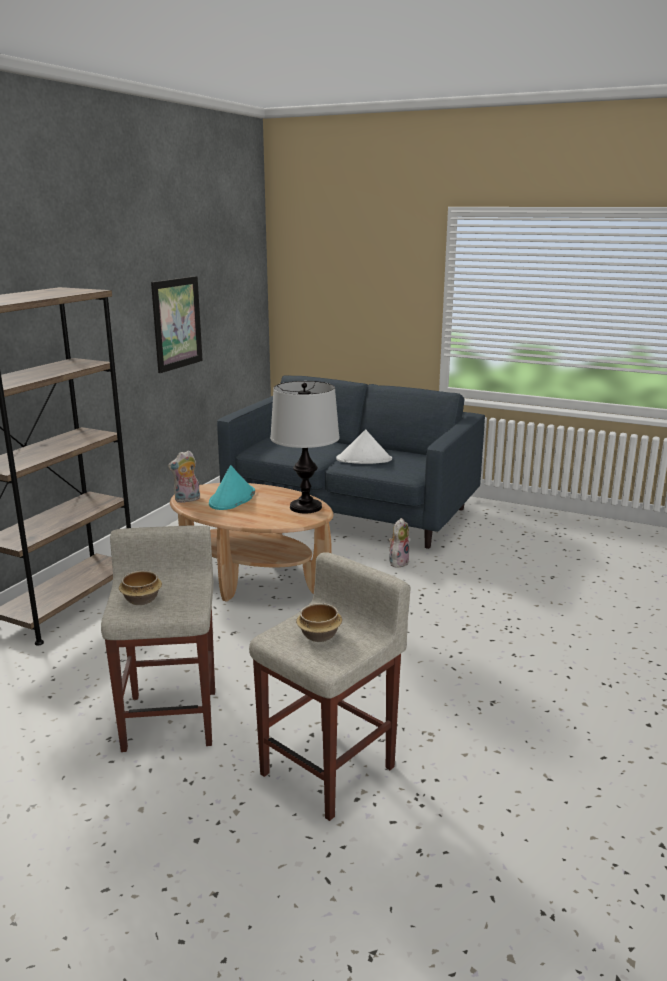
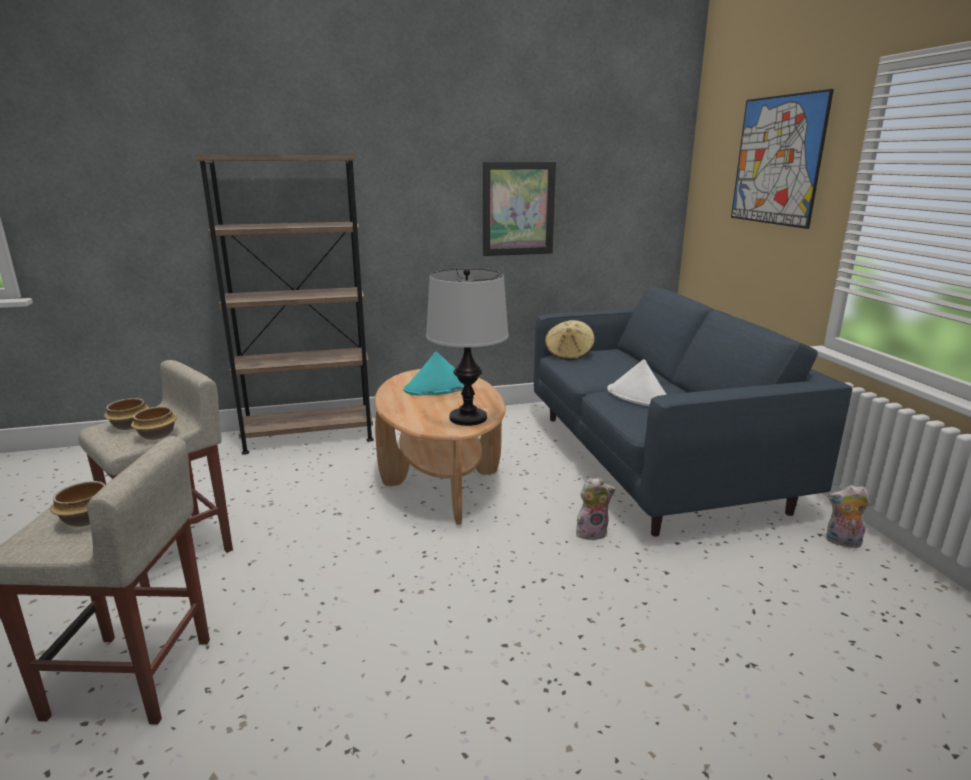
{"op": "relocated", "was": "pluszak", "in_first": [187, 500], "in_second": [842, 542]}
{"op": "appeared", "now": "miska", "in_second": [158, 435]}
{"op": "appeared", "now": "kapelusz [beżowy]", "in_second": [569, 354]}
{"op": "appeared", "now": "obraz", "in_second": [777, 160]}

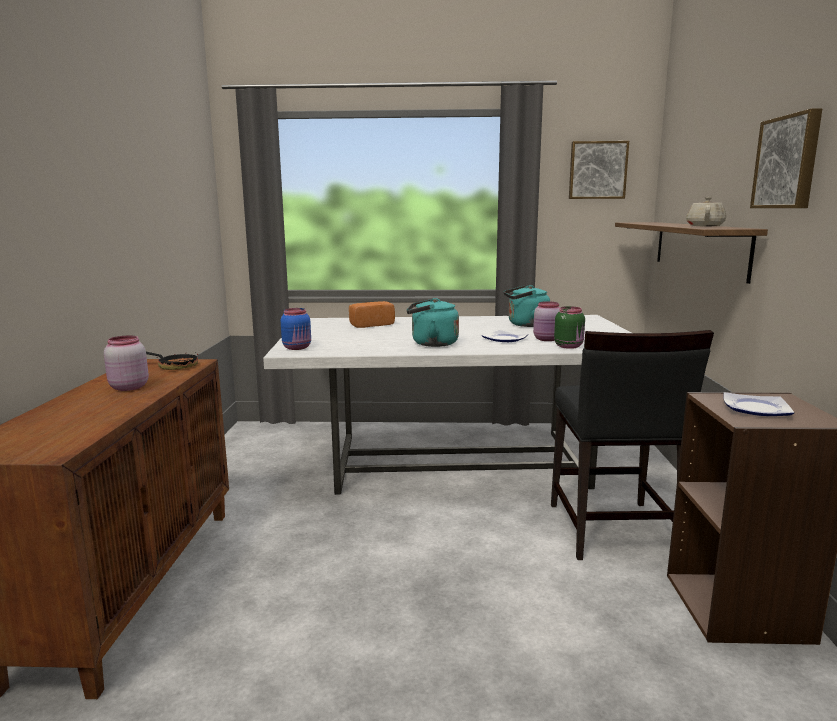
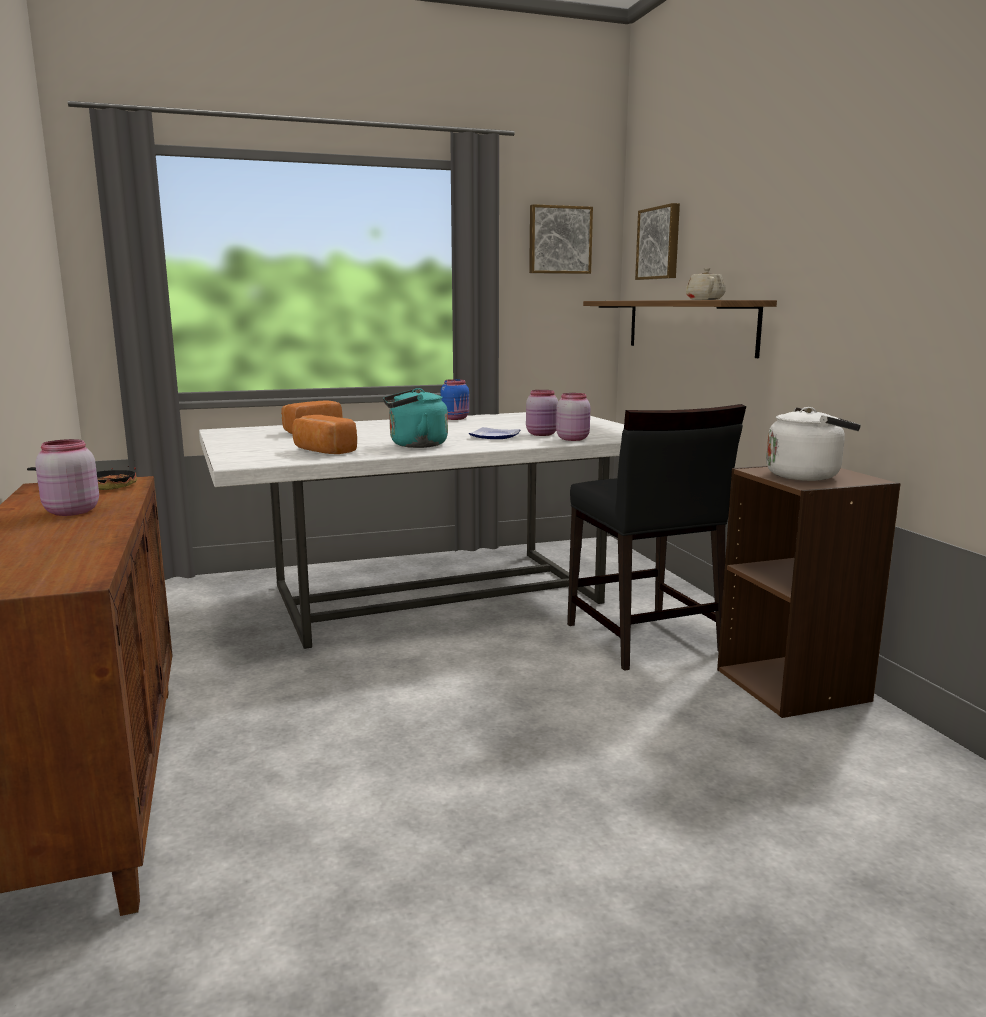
{"op": "relocated", "was": "słoik [niebieski]", "in_first": [297, 348], "in_second": [456, 418]}
{"op": "missing", "was": "czajnik [turkusowy]", "in_first": [525, 325]}
{"op": "colour", "was": "słoik [zielony]", "now": "słoik [różowy]", "in_first": [569, 346], "in_second": [573, 439]}
{"op": "exchanged", "was": "talerz", "now": "czajnik [biały]", "in_first": [757, 409], "in_second": [807, 476]}
{"op": "relocated", "was": "obraz", "in_first": [788, 162], "in_second": [660, 243]}
{"op": "appeared", "now": "chleb", "in_second": [322, 451]}

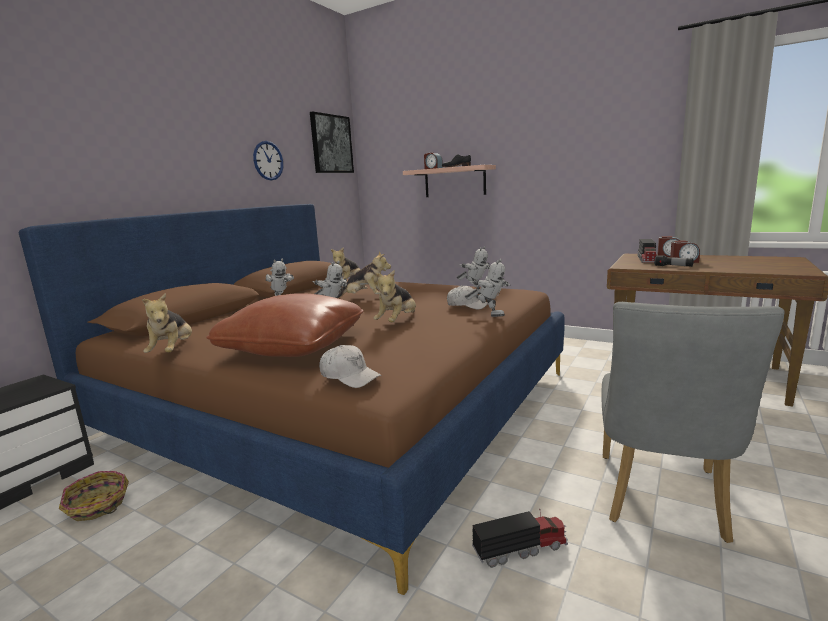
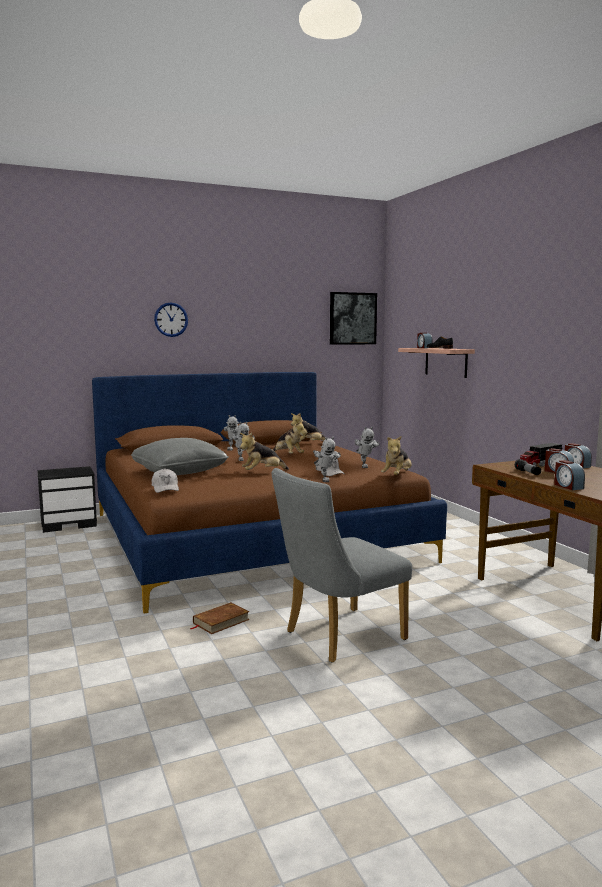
{"op": "missing", "was": "koszyk", "in_first": [97, 506]}
{"op": "relocated", "was": "pluszak", "in_first": [173, 351], "in_second": [397, 476]}
{"op": "colour", "was": "poduszka [brązowy]", "now": "poduszka [szary]", "in_first": [293, 347], "in_second": [179, 472]}
{"op": "relocated", "was": "zegar ścienny", "in_first": [268, 160], "in_second": [171, 319]}
{"op": "exchanged", "was": "ciężarówka zabawkowa", "now": "książka [brązowy]", "in_first": [521, 548], "in_second": [220, 621]}
{"op": "appeared", "now": "budzik", "in_second": [568, 486]}

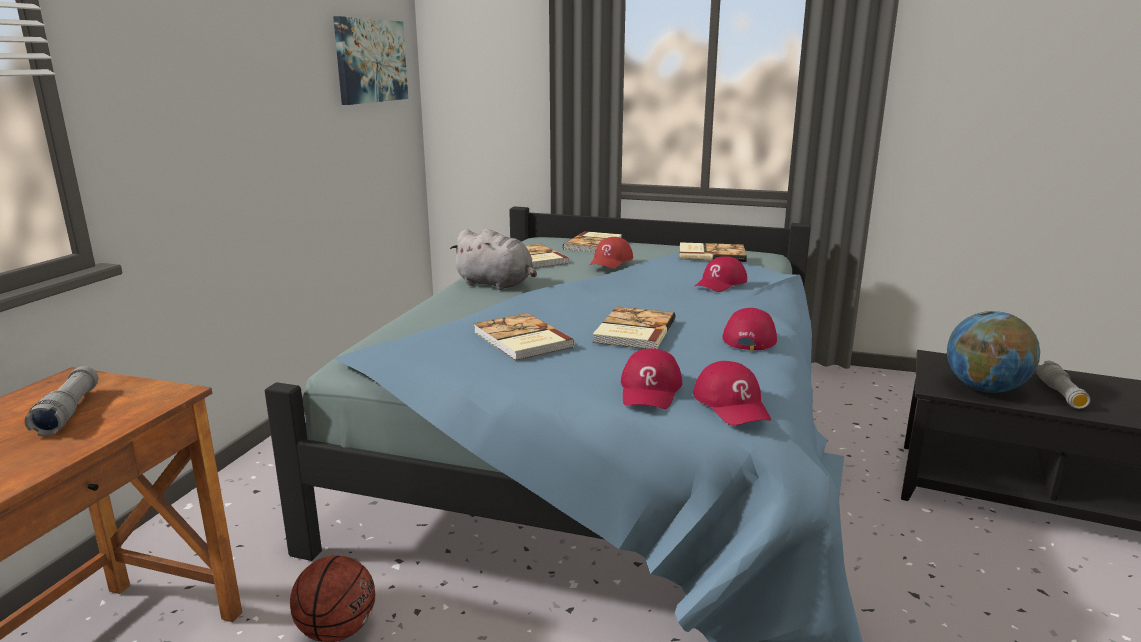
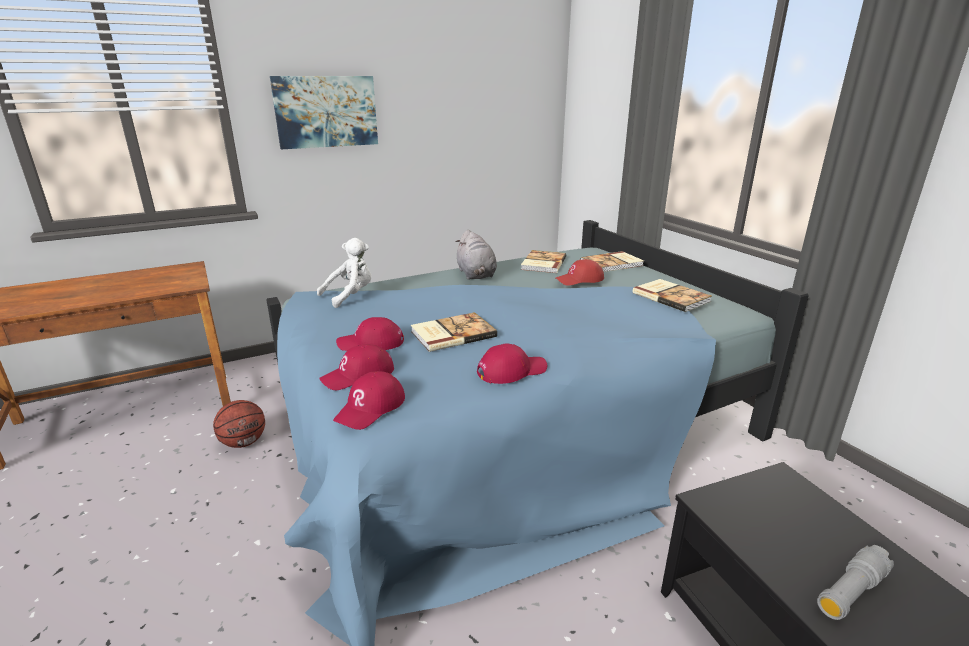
{"op": "missing", "was": "latarka [szary]", "in_first": [69, 412]}
{"op": "relocated", "was": "obraz", "in_first": [370, 61], "in_second": [326, 111]}
{"op": "missing", "was": "książka", "in_first": [521, 340]}
{"op": "relocated", "was": "czapka z daszkiem [czerwony]", "in_first": [720, 283], "in_second": [371, 343]}
{"op": "missing", "was": "globus", "in_first": [984, 389]}
{"op": "appeared", "now": "pluszak [biały]", "in_second": [350, 296]}

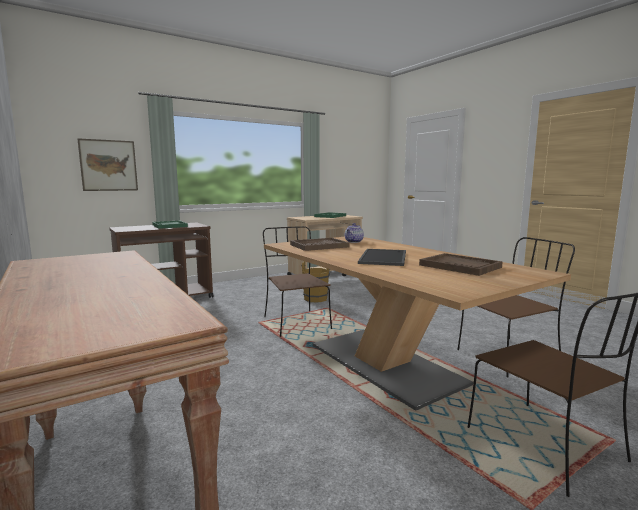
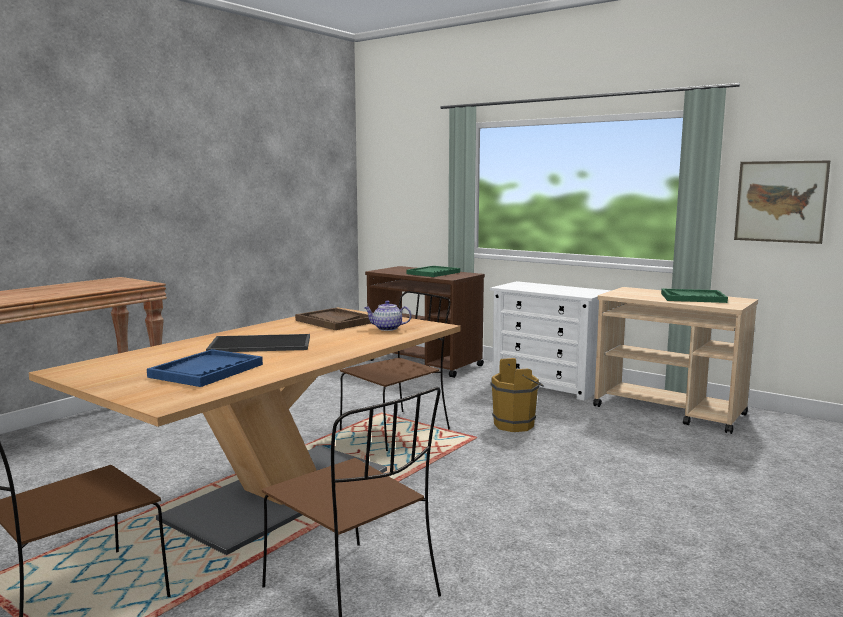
{"op": "relocated", "was": "obraz", "in_first": [108, 165], "in_second": [780, 201]}
{"op": "colour", "was": "taca [brązowy]", "now": "taca [niebieski]", "in_first": [460, 266], "in_second": [206, 371]}
{"op": "appeared", "now": "komoda [biały]", "in_second": [548, 384]}

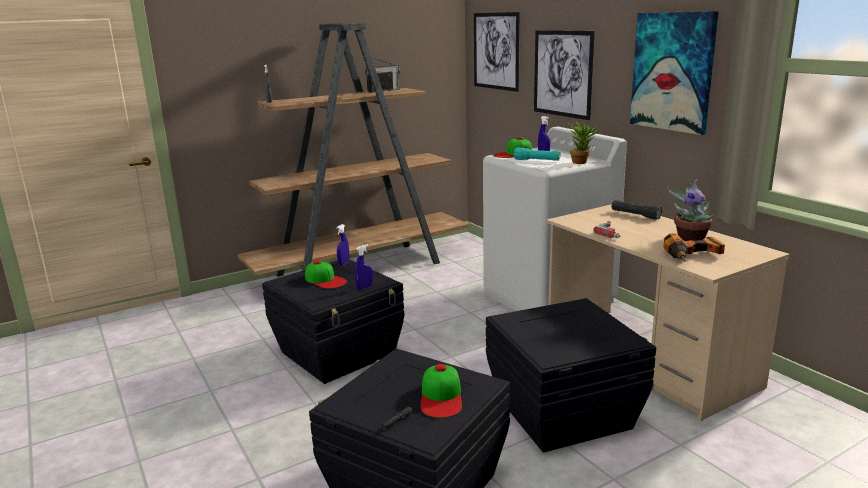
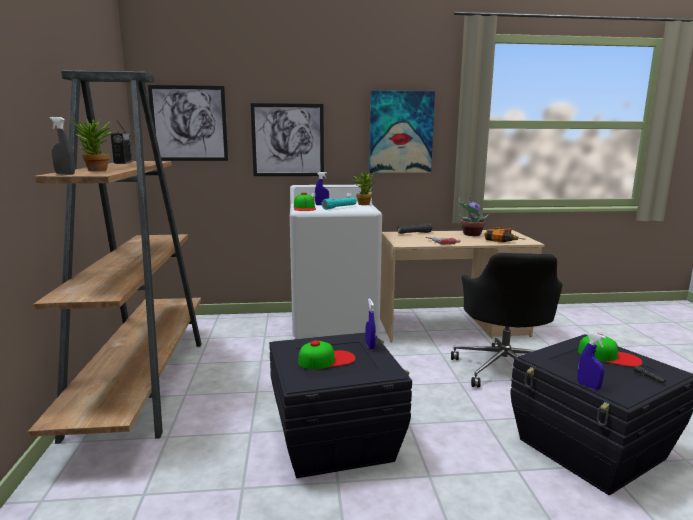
{"op": "relocated", "was": "spryskiwacz [niebieski]", "in_first": [343, 263], "in_second": [588, 386]}
{"op": "exchanged", "was": "pojemnik do przechowywania [czarny]", "now": "krzesło biurowe [czarny]", "in_first": [563, 411], "in_second": [504, 368]}
{"op": "appeared", "now": "roślina doniczkowa", "in_second": [97, 170]}

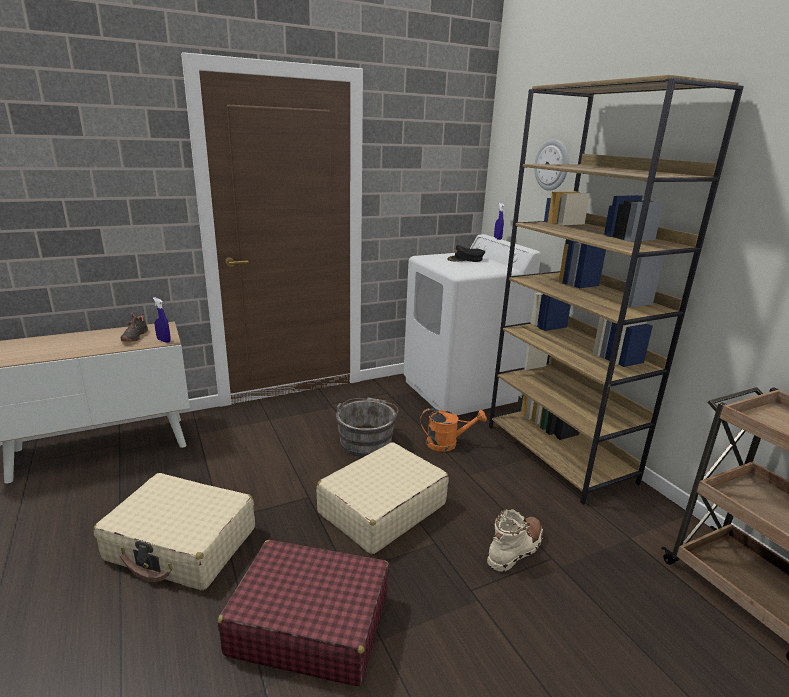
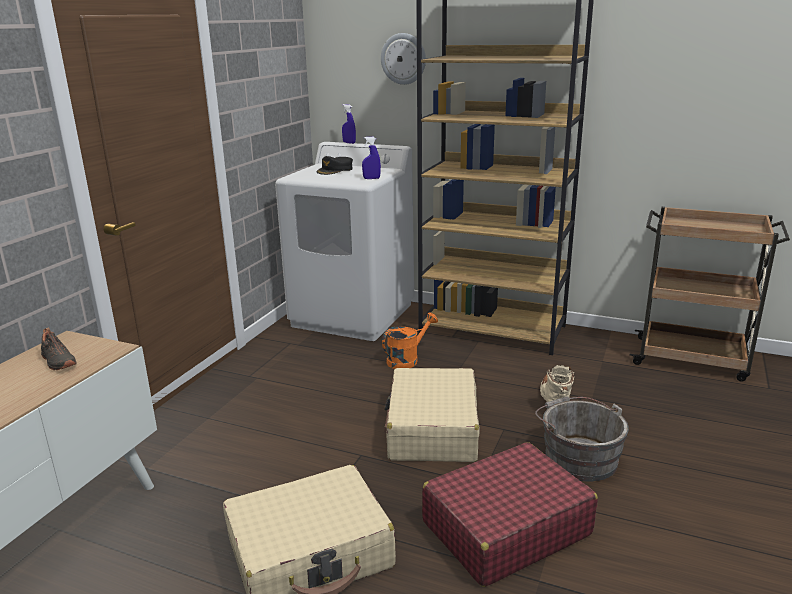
{"op": "relocated", "was": "spryskiwacz [niebieski]", "in_first": [163, 341], "in_second": [371, 178]}
{"op": "relocated", "was": "wiadro [szary]", "in_first": [366, 441], "in_second": [578, 457]}

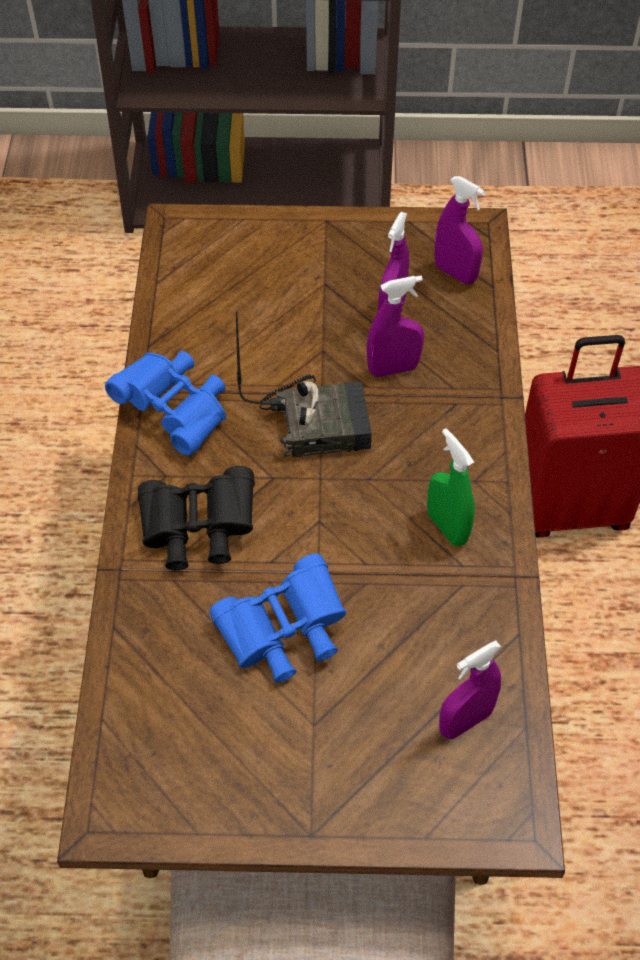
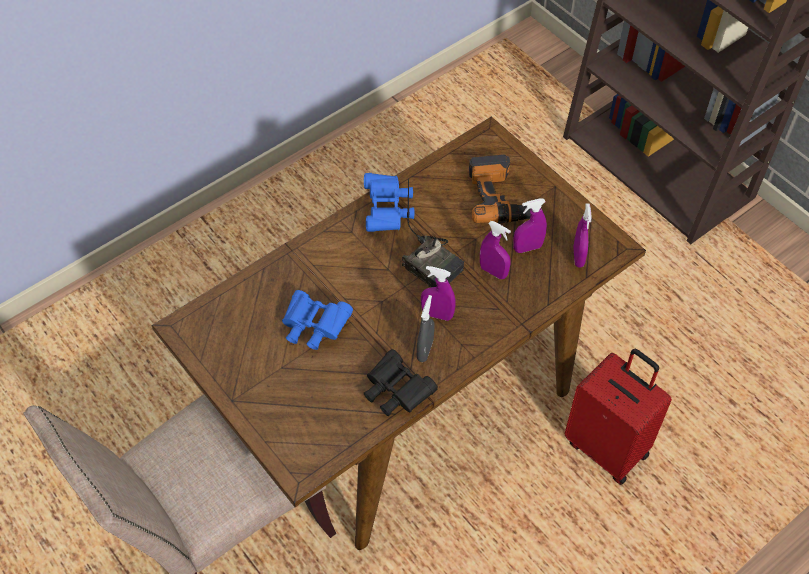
{"op": "relocated", "was": "lornetka [czarny]", "in_first": [197, 531], "in_second": [396, 392]}
{"op": "colour", "was": "spryskiwacz [zielony]", "now": "spryskiwacz [szary]", "in_first": [447, 527], "in_second": [425, 350]}
{"op": "relocated", "was": "spryskiwacz [fioletowy]", "in_first": [465, 721], "in_second": [437, 315]}
{"op": "appeared", "now": "wiertarka", "in_second": [499, 197]}

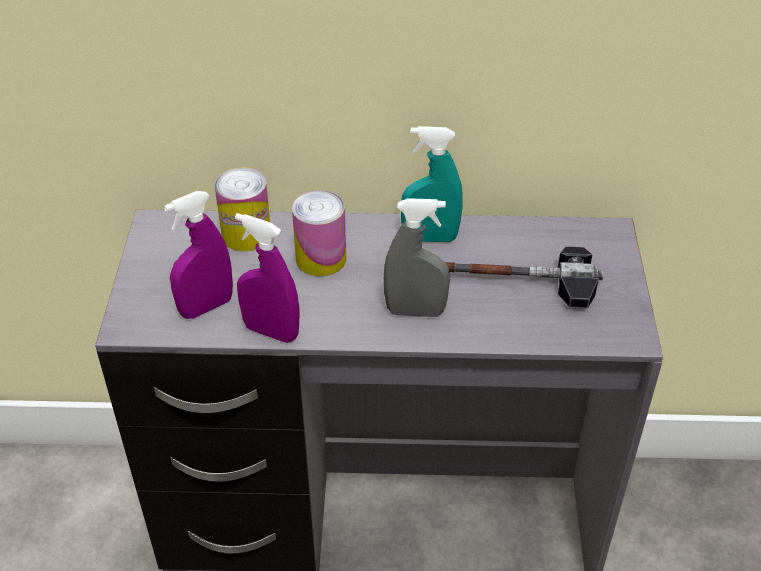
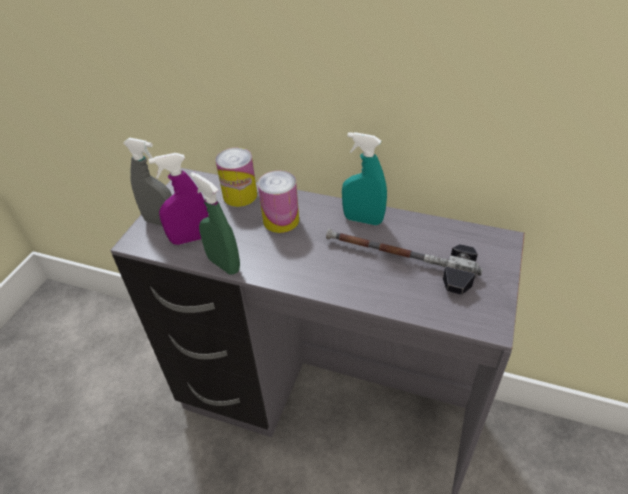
{"op": "colour", "was": "spryskiwacz [fioletowy]", "now": "spryskiwacz [zielony]", "in_first": [271, 332], "in_second": [224, 264]}
{"op": "relocated", "was": "spryskiwacz [szary]", "in_first": [415, 311], "in_second": [162, 222]}

